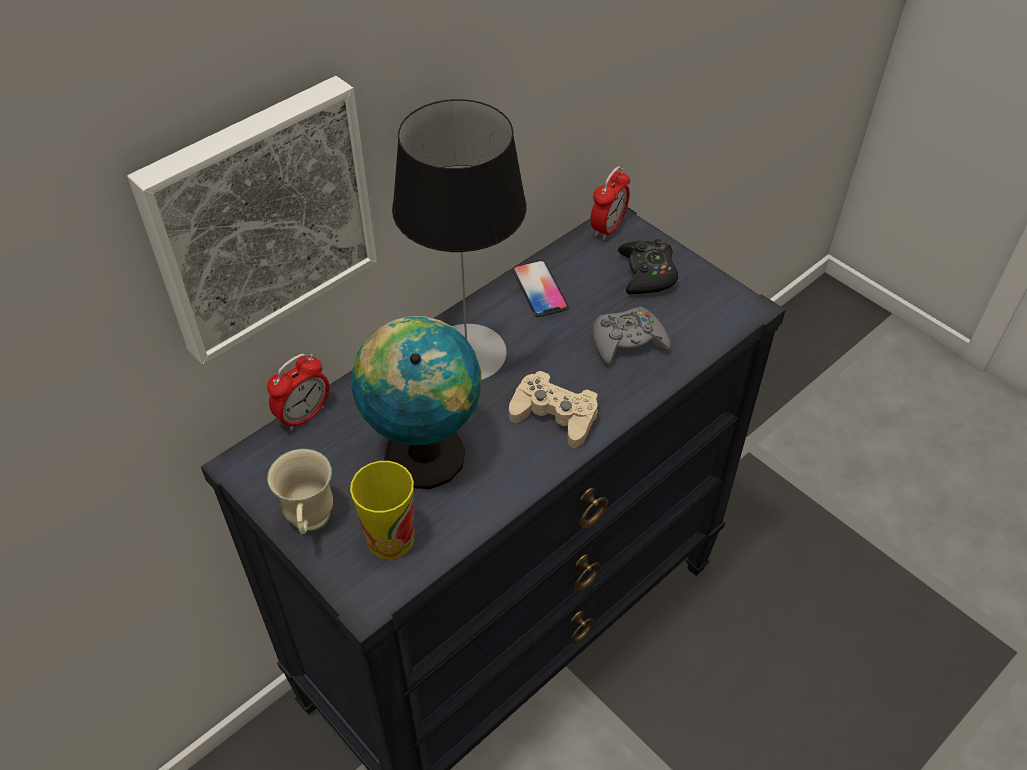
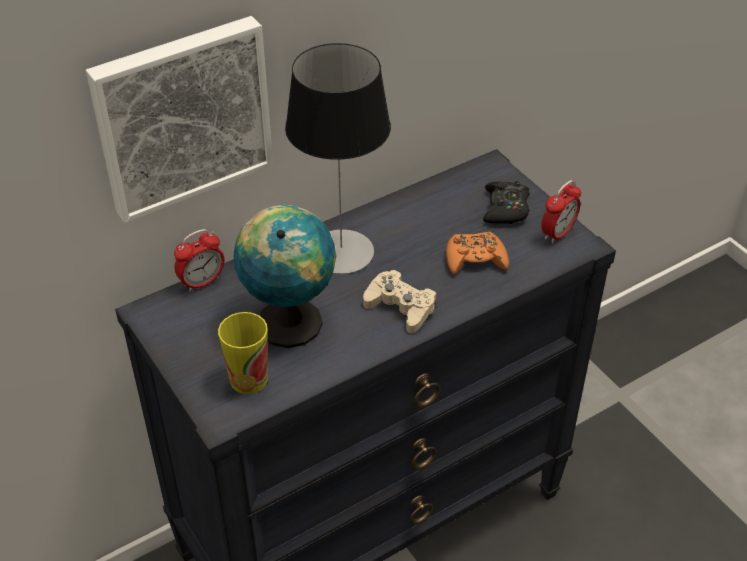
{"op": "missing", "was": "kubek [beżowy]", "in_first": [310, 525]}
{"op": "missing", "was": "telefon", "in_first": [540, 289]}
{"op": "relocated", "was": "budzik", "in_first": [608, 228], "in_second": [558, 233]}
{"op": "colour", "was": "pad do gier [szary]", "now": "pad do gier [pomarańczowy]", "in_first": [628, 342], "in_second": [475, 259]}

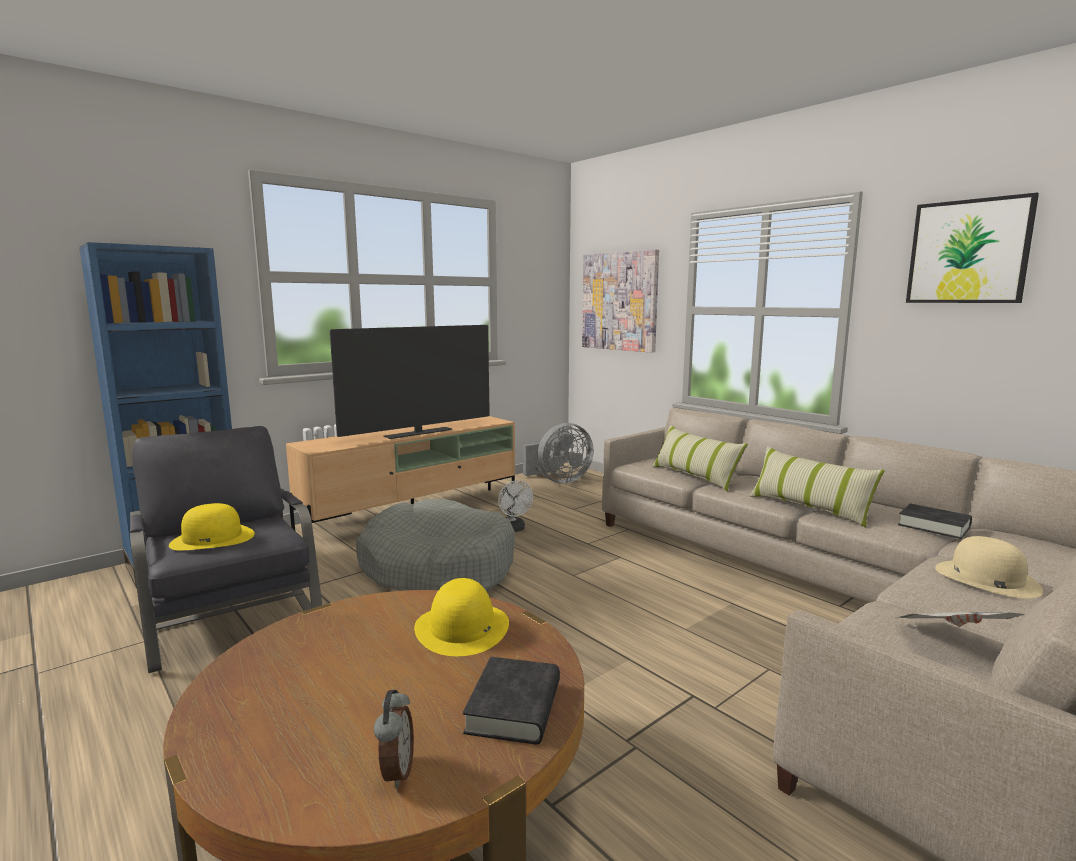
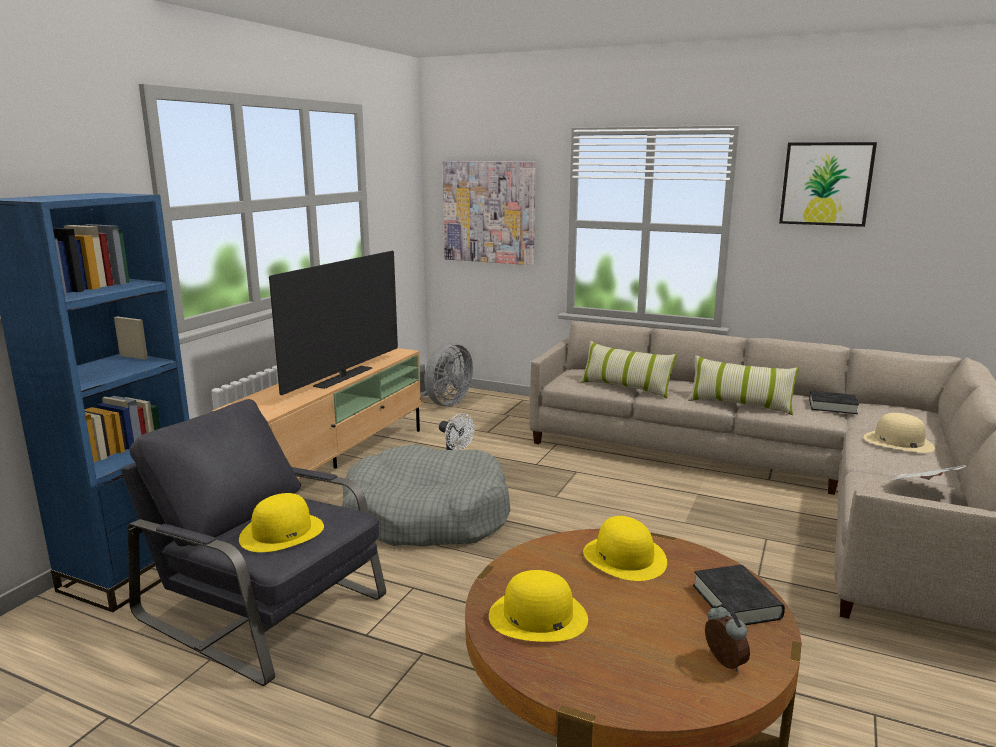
{"op": "appeared", "now": "kapelusz [żółty]", "in_second": [537, 616]}

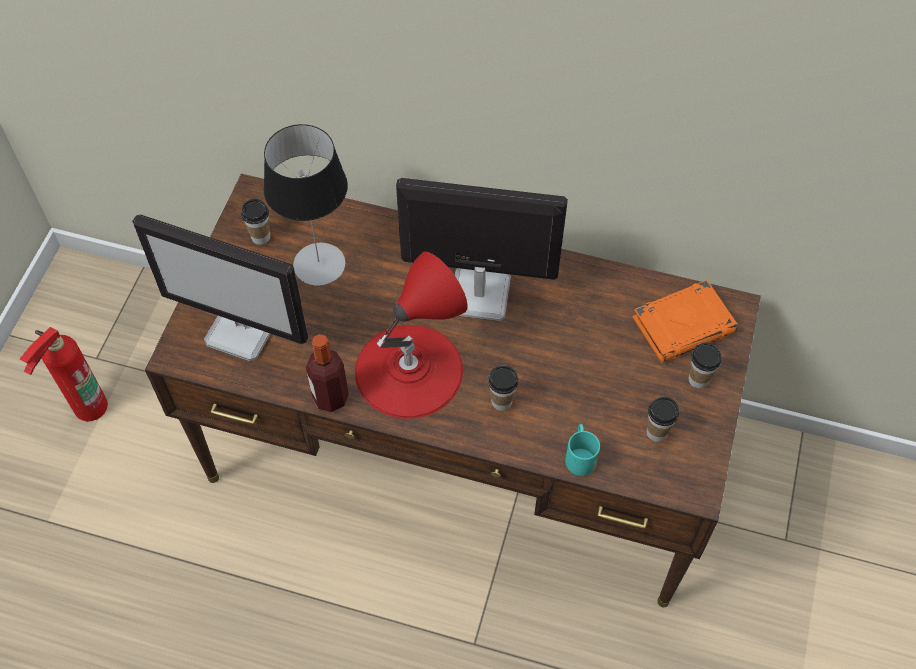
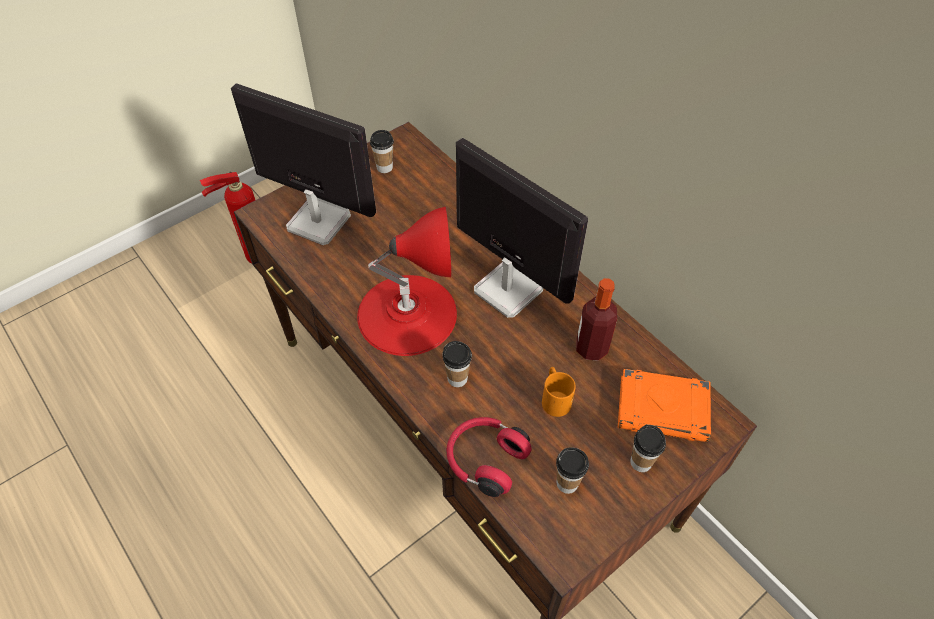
{"op": "spun", "was": "monitor", "in_first": [243, 331], "in_second": [317, 221], "clockwise": 150}
{"op": "missing", "was": "lampa stołowa", "in_first": [319, 264]}
{"op": "relocated", "was": "butelka", "in_first": [330, 397], "in_second": [591, 348]}
{"op": "exchanged", "was": "kubek [turkusowy]", "now": "słuchawki [czerwony]", "in_first": [579, 455], "in_second": [485, 460]}
{"op": "appeared", "now": "kubek [pomarańczowy]", "in_second": [554, 398]}

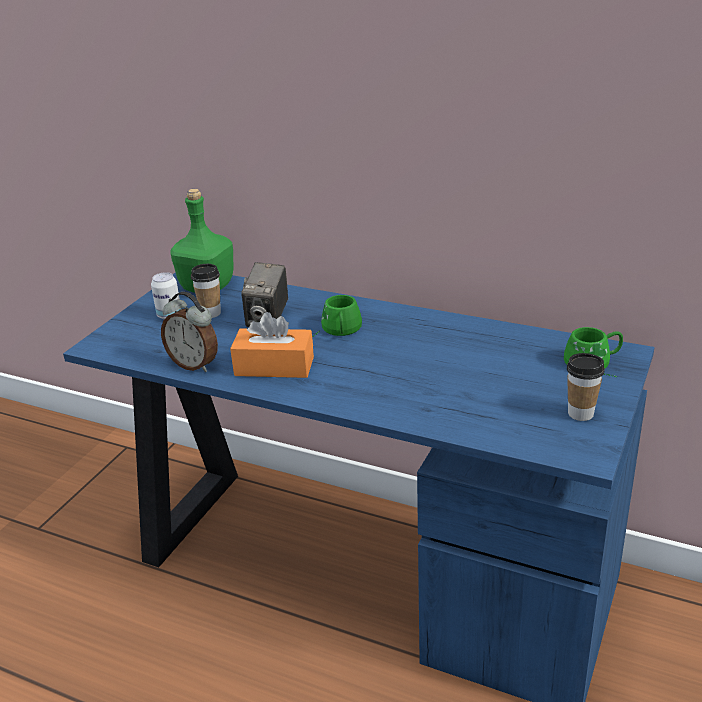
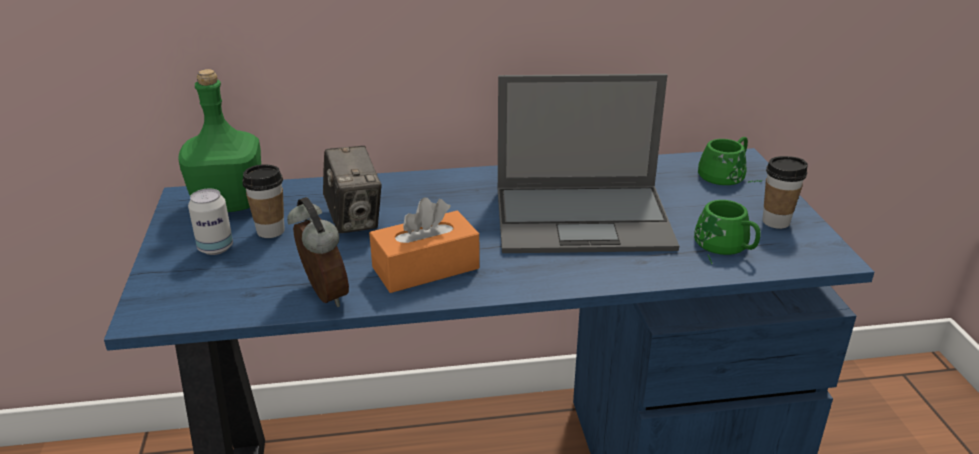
{"op": "spun", "was": "budzik", "in_first": [194, 364], "in_second": [322, 295], "clockwise": -120}
{"op": "relocated", "was": "kubek [zielony]", "in_first": [337, 330], "in_second": [722, 247]}
{"op": "appeared", "now": "laptop", "in_second": [584, 218]}

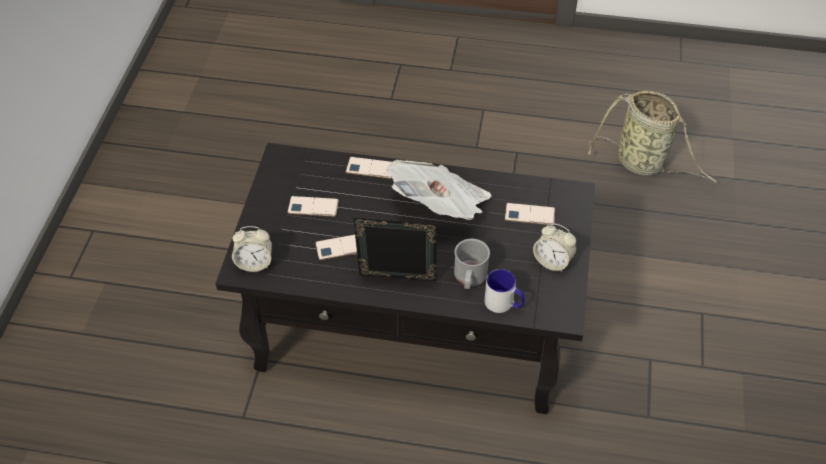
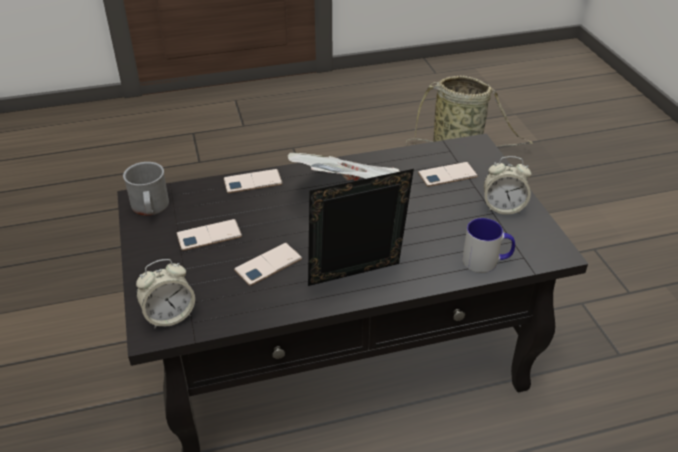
{"op": "relocated", "was": "kubek [szary]", "in_first": [469, 278], "in_second": [150, 208]}

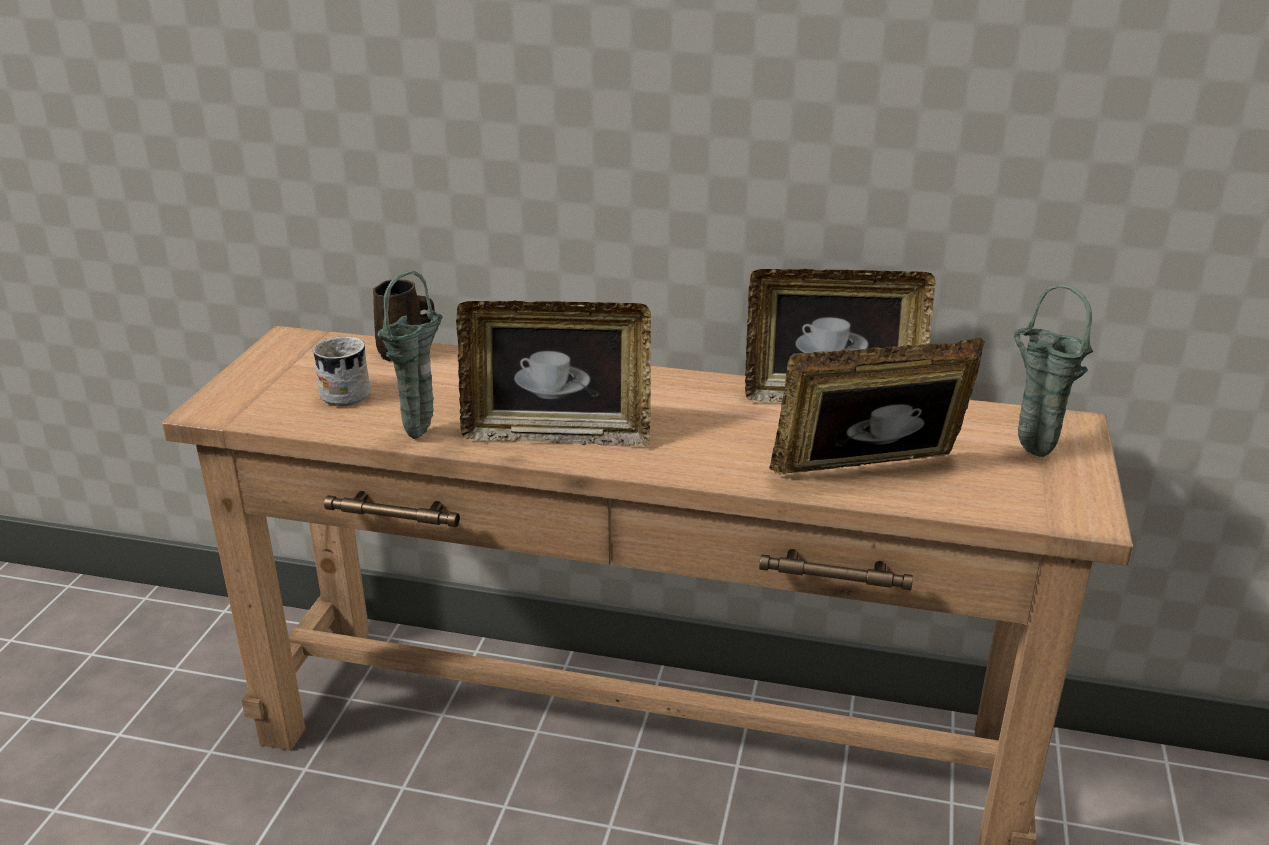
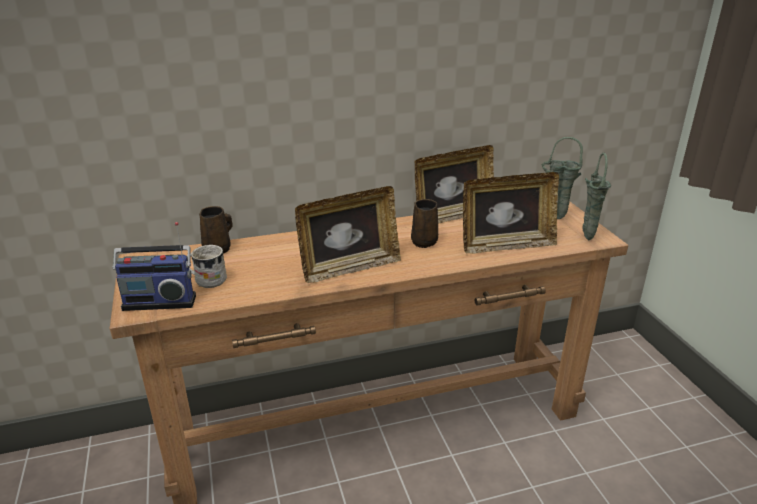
{"op": "relocated", "was": "wazon [zielony]", "in_first": [422, 433], "in_second": [586, 237]}
{"op": "spun", "was": "ramka na zdjęcie", "in_first": [870, 474], "in_second": [506, 245], "clockwise": -150}
{"op": "appeared", "now": "radio", "in_second": [160, 301]}
{"op": "appeared", "now": "kubek [brązowy]", "in_second": [425, 241]}

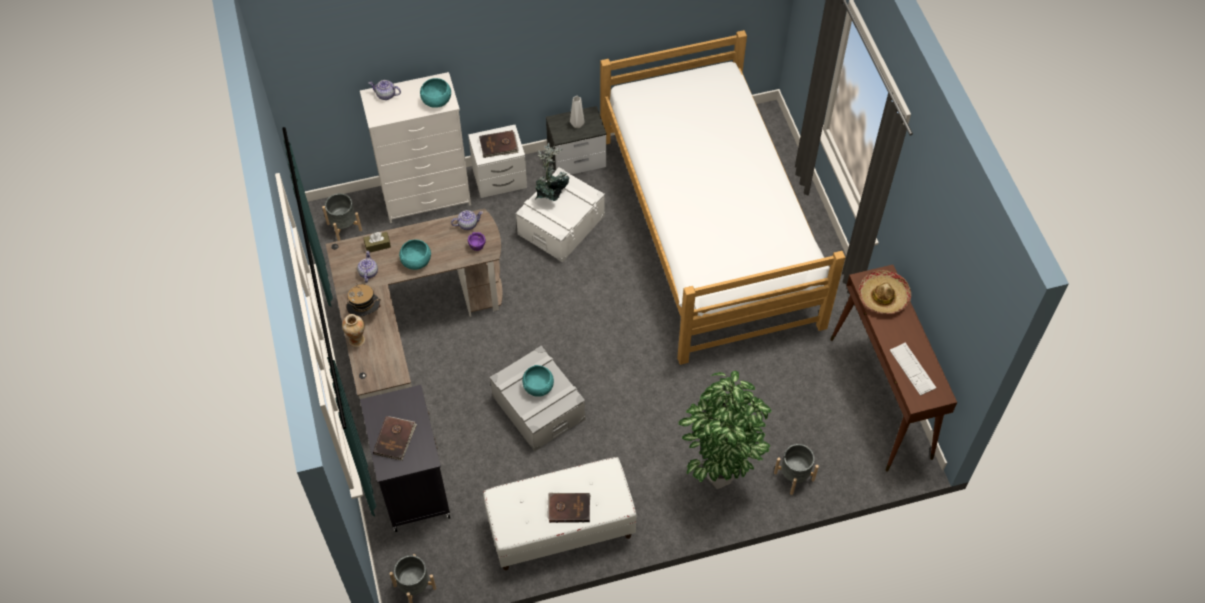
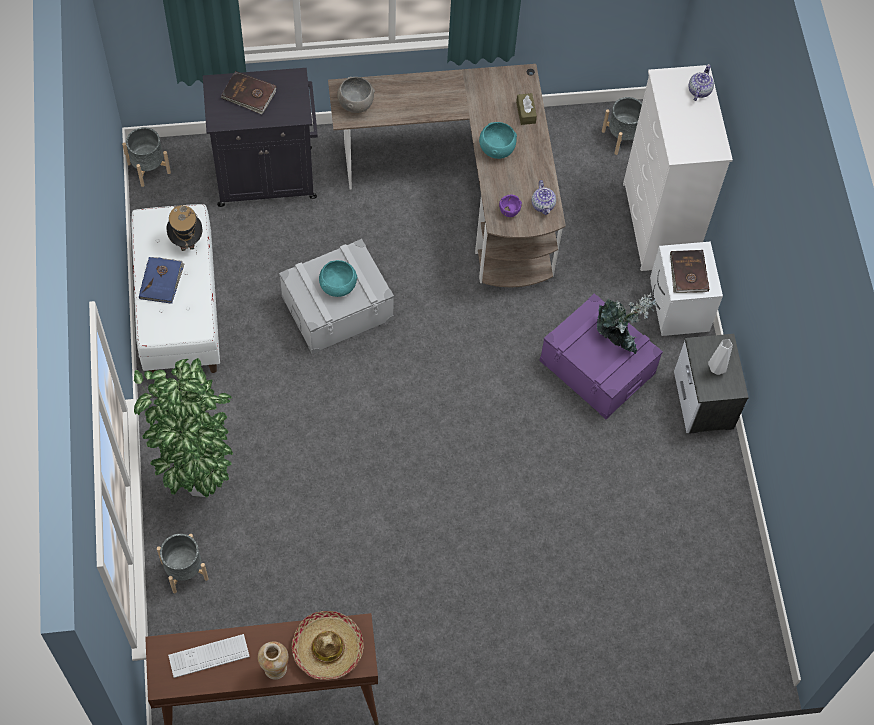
{"op": "relocated", "was": "wazon", "in_first": [357, 340], "in_second": [275, 668]}
{"op": "relocated", "was": "kapelusz", "in_first": [365, 313], "in_second": [186, 240]}
{"op": "missing", "was": "imbryk", "in_first": [368, 272]}
{"op": "missing", "was": "miska [turkusowy]", "in_first": [437, 100]}
{"op": "colour", "was": "pojemnik do przechowywania [biały]", "now": "pojemnik do przechowywania [fioletowy]", "in_first": [561, 225], "in_second": [597, 367]}
{"op": "colour", "was": "książka [brązowy]", "now": "książka [niebieski]", "in_first": [569, 508], "in_second": [161, 281]}
{"op": "missing", "was": "łóżko", "in_first": [709, 229]}
{"op": "appeared", "now": "miska [szary]", "in_second": [355, 103]}

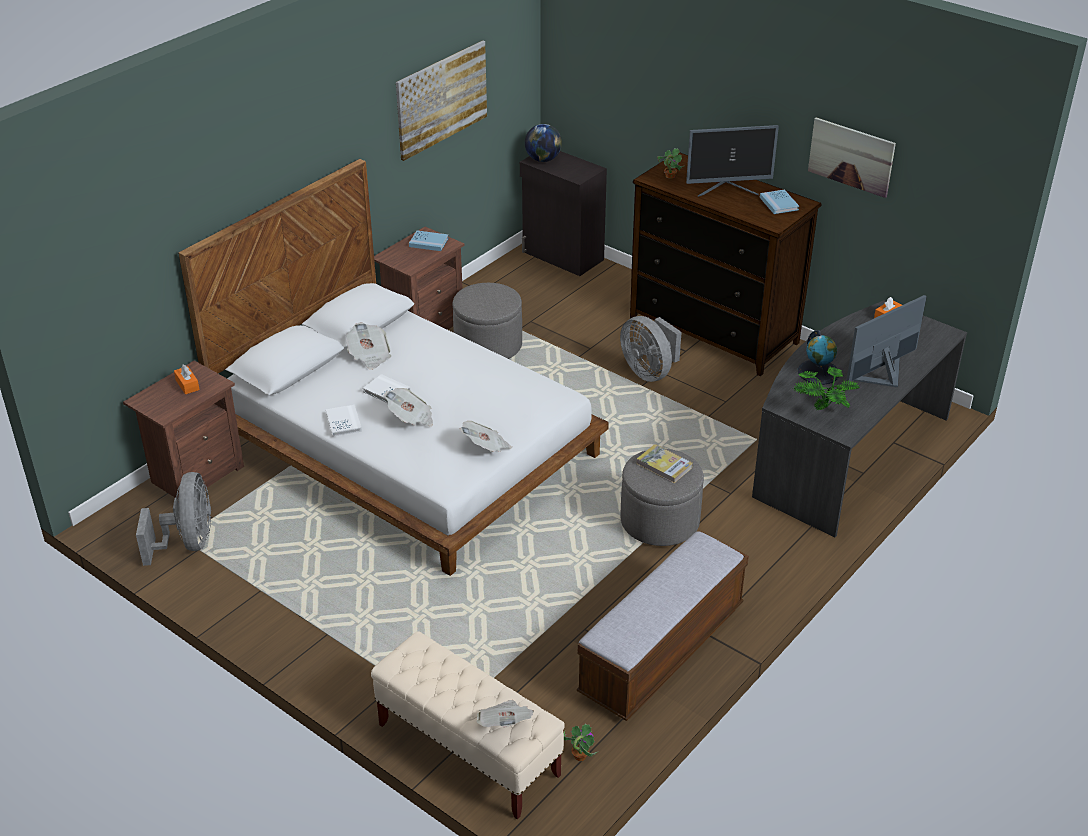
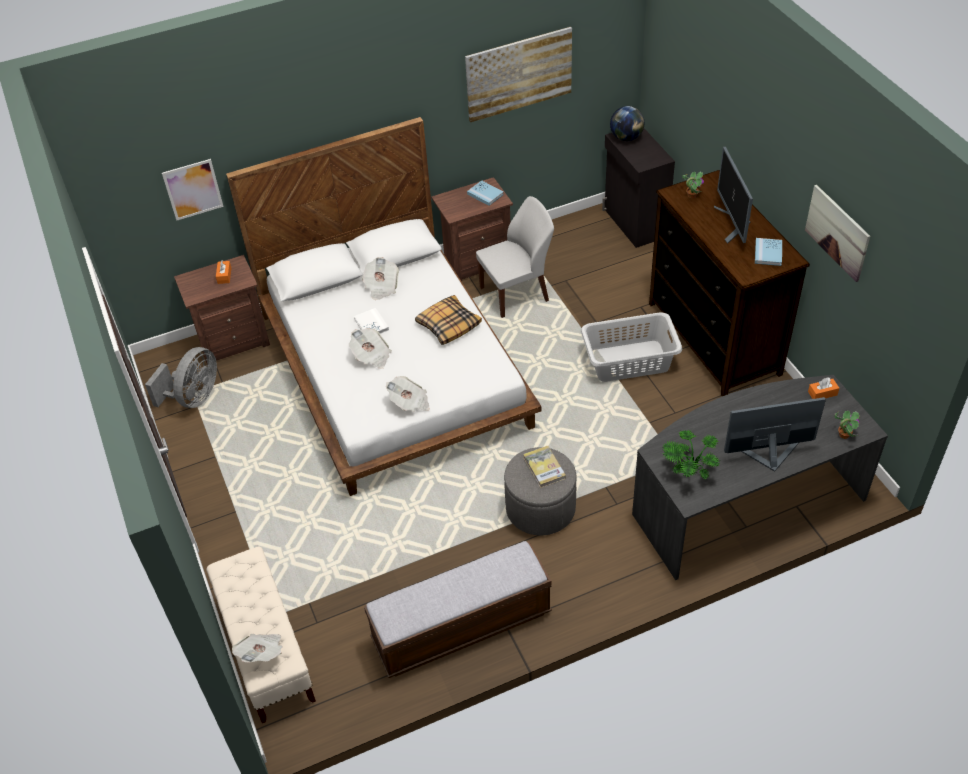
{"op": "missing", "was": "książka [biały]", "in_first": [343, 422]}
{"op": "exchanged", "was": "pufa [szary]", "now": "krzesło [biały]", "in_first": [488, 345], "in_second": [516, 293]}
{"op": "relocated", "was": "roślina doniczkowa", "in_first": [579, 756], "in_second": [843, 434]}
{"op": "exchanged", "was": "wentylator [szary]", "now": "kosz na pranie [szary]", "in_first": [649, 372], "in_second": [630, 361]}
{"op": "spun", "was": "monitor", "in_first": [727, 190], "in_second": [732, 224], "clockwise": 60}
{"op": "missing", "was": "globus", "in_first": [818, 372]}
{"op": "appeared", "now": "obraz", "in_second": [193, 189]}
{"op": "appeared", "now": "poduszka", "in_second": [448, 325]}

